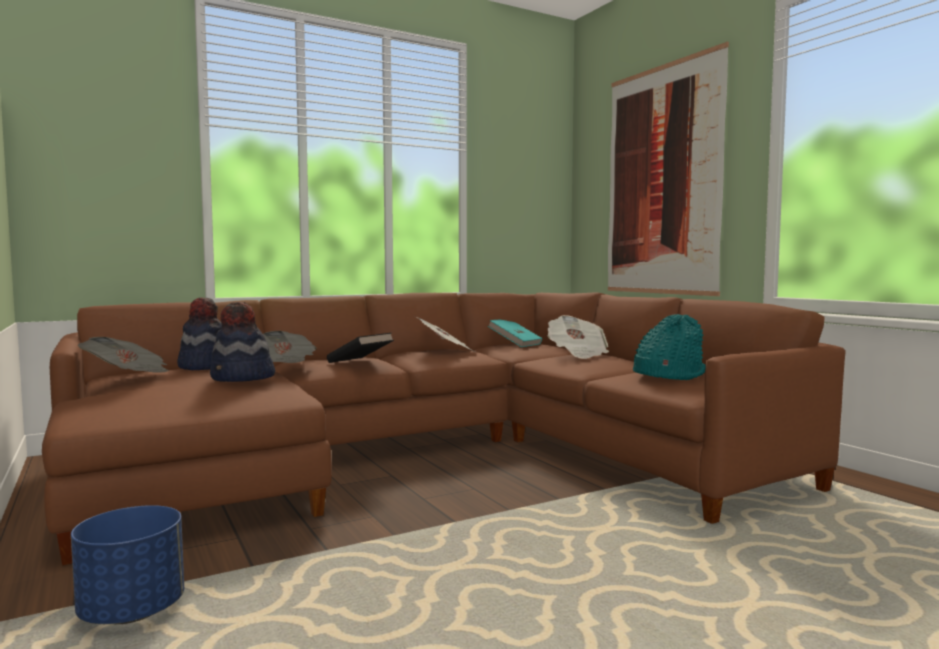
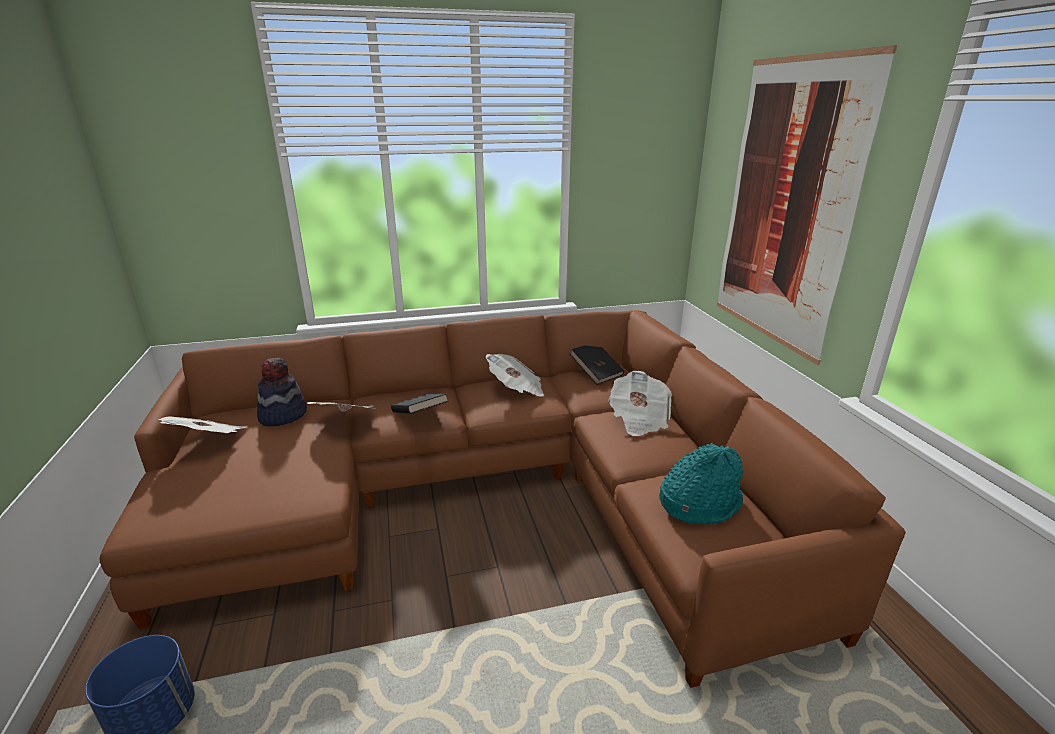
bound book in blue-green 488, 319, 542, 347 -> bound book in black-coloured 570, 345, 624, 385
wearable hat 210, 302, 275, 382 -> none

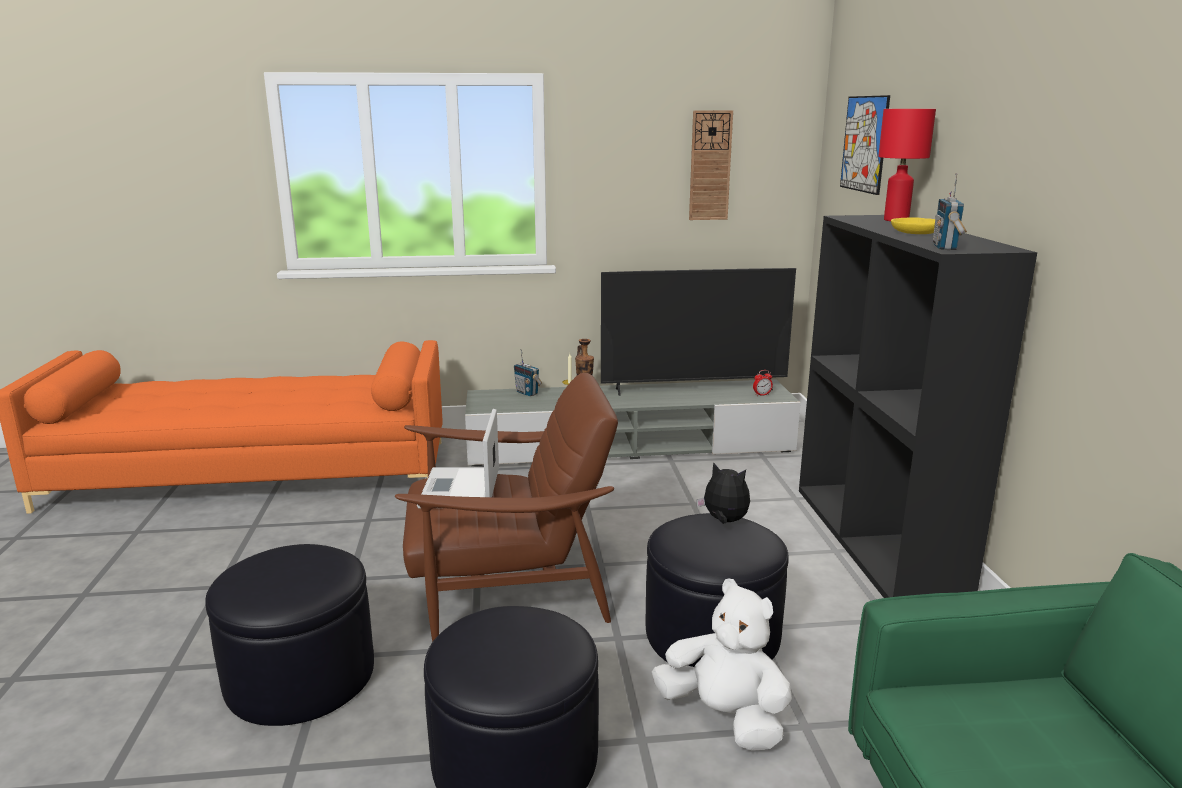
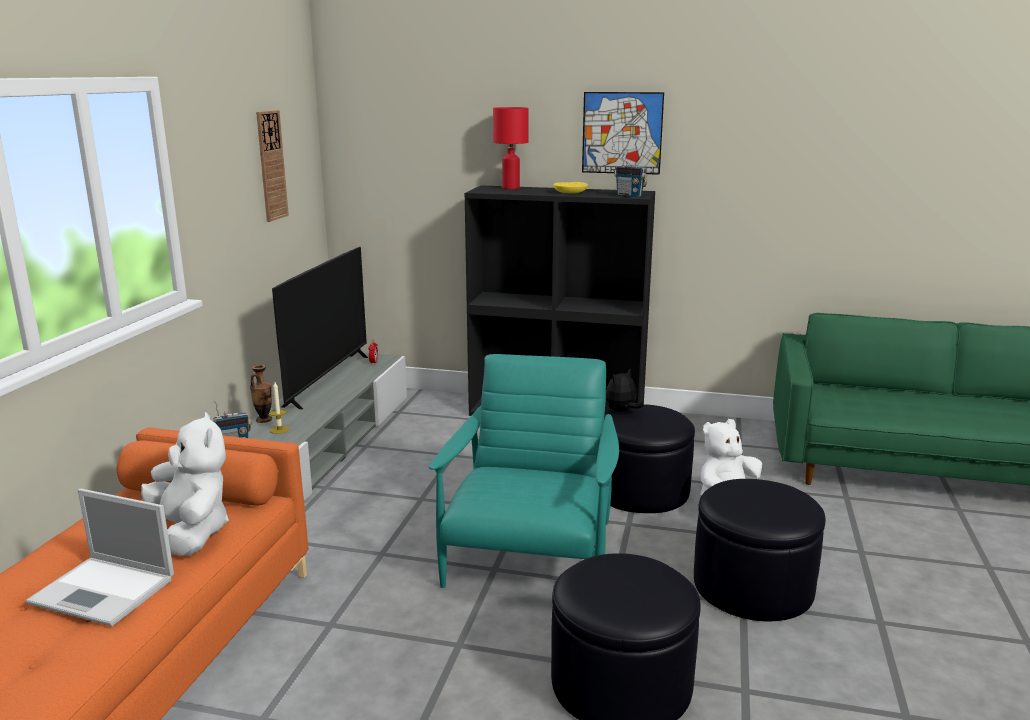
laptop 417, 409, 499, 508 -> laptop 26, 489, 174, 626, move
none -> soft toy in whitish 141, 412, 229, 556
easy chair in brown-coloured 395, 373, 618, 642 -> easy chair in blue-green 429, 354, 619, 588
wall art 840, 95, 890, 195 -> wall art 582, 92, 664, 175, move

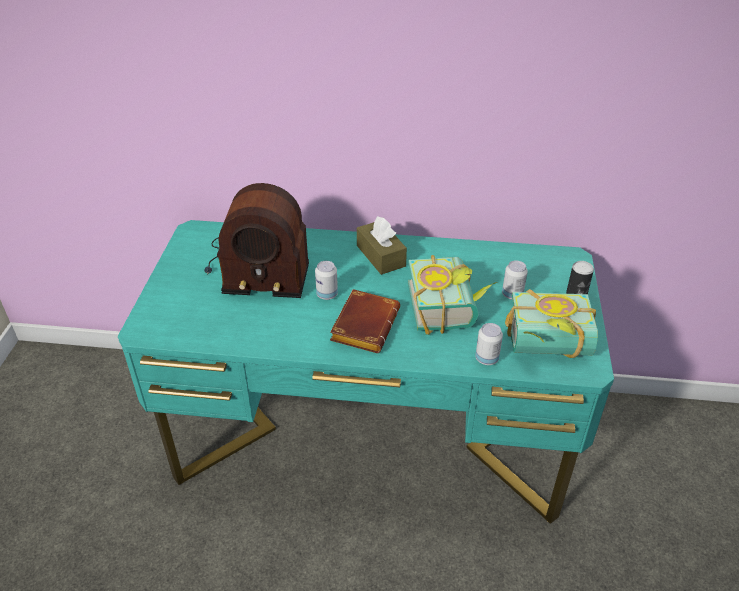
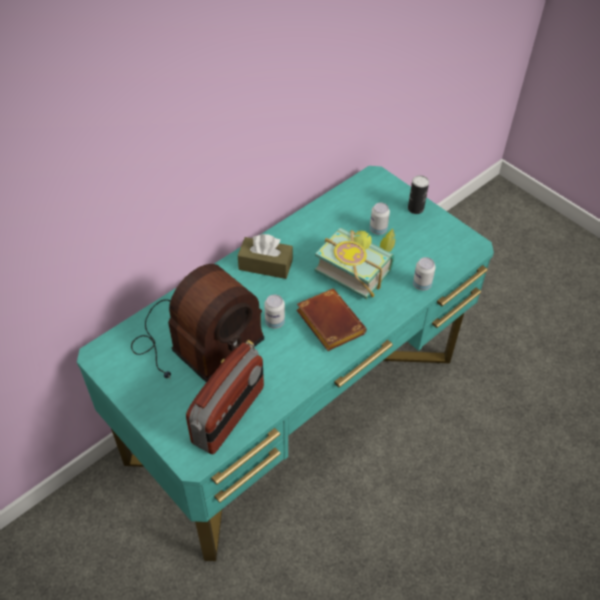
none -> radio set 186, 342, 264, 454
bound book 505, 289, 598, 358 -> none

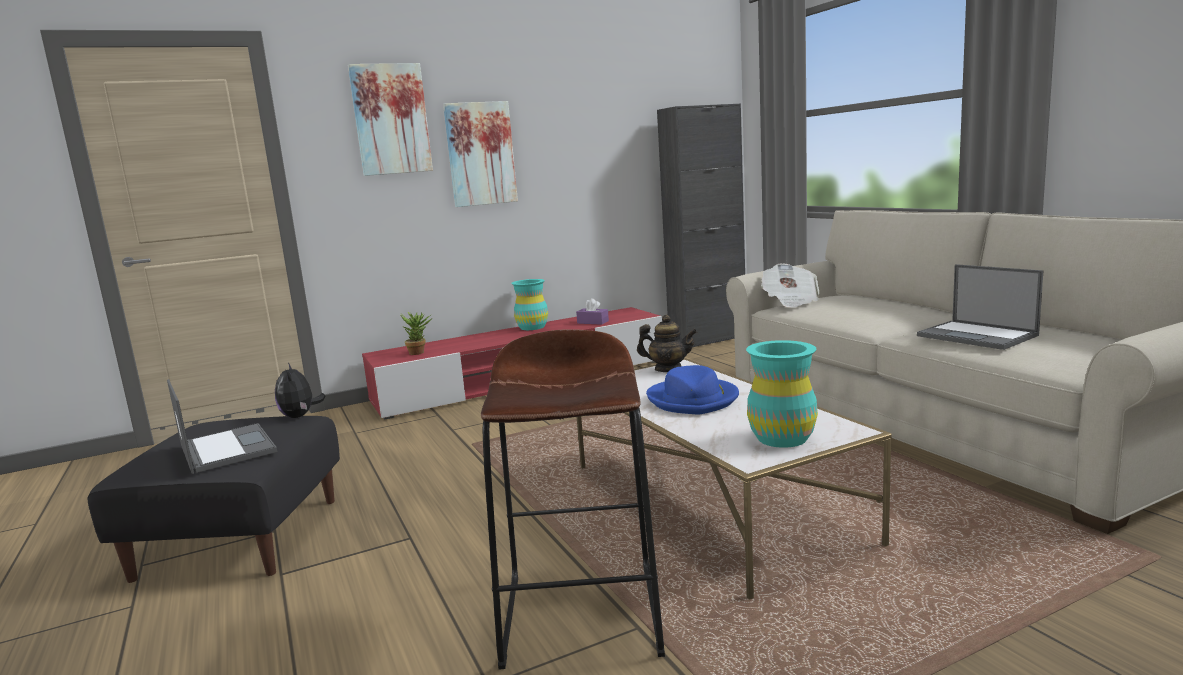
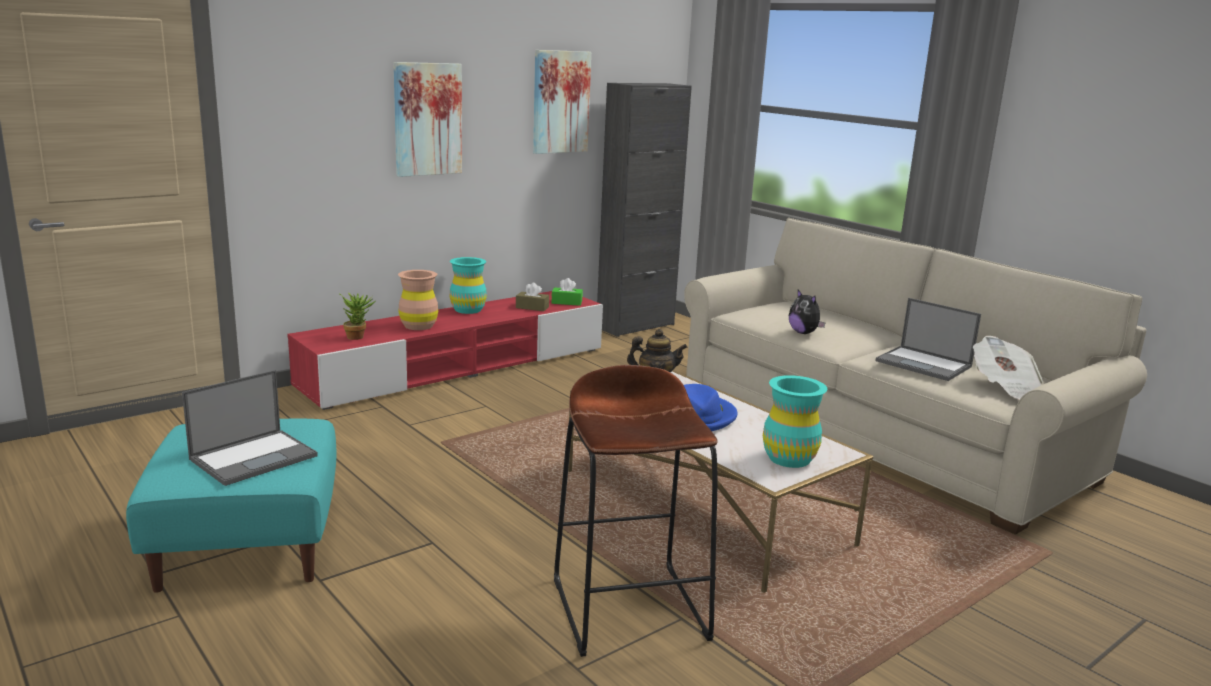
footrest in black-coloured 88, 416, 340, 583 -> footrest in blue-green 126, 419, 336, 593
laptop 167, 379, 277, 474 -> laptop 182, 370, 318, 486, 90 degrees clockwise
none -> flower vase in brown-coloured 398, 270, 438, 330
box of tissues in purplish 576, 298, 609, 325 -> box of tissues in brown-coloured 516, 283, 549, 311
wall art 348, 63, 433, 176 -> wall art 533, 50, 591, 154, move
none -> box of tissues in greenish 551, 278, 583, 306
soft toy 275, 363, 326, 418 -> soft toy 789, 290, 825, 334, move
newspaper 761, 264, 819, 308 -> newspaper 973, 336, 1043, 400, move

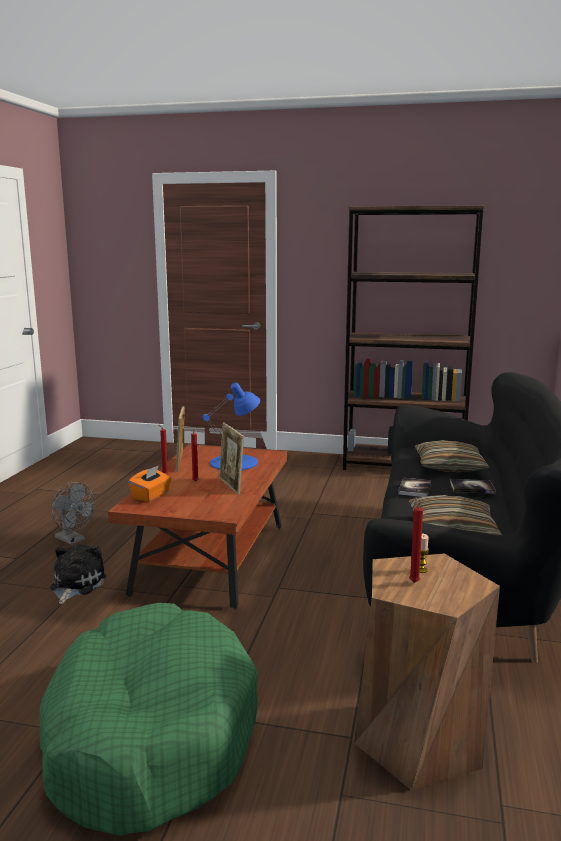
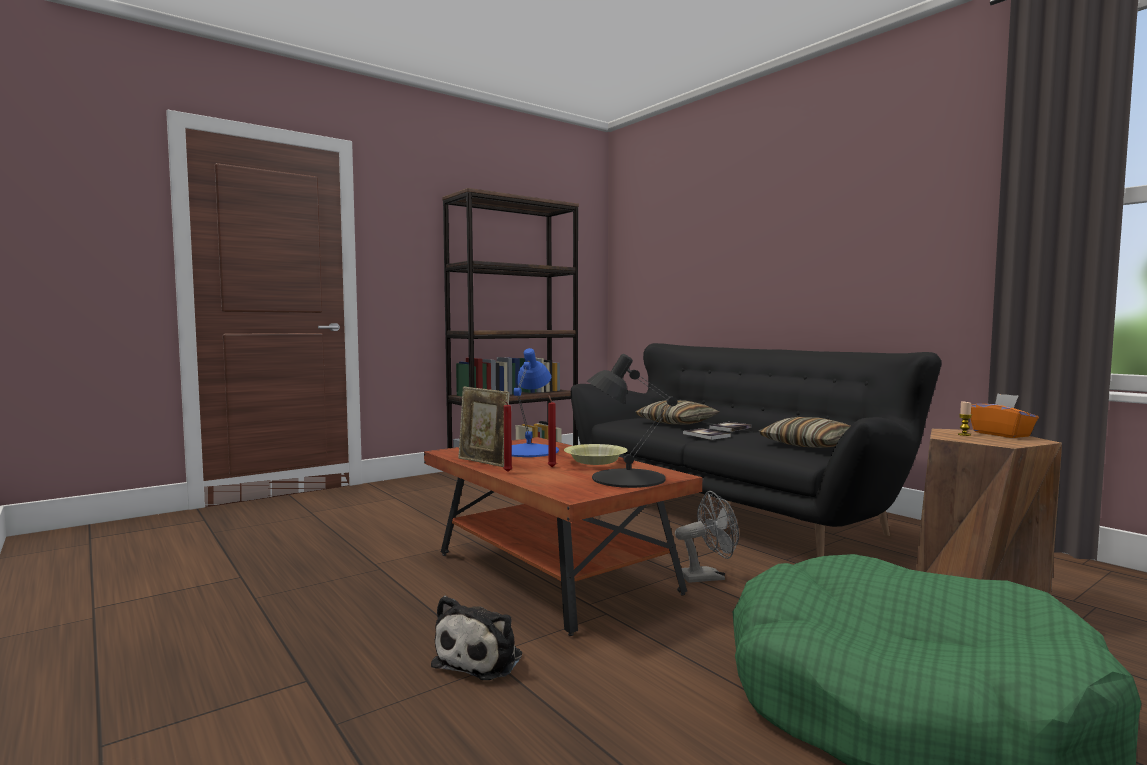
soft toy 50, 544, 106, 604 -> soft toy 431, 596, 522, 680, 120 degrees counterclockwise
standing frame 219, 423, 244, 495 -> serving bowl in yellow 564, 444, 628, 465
none -> lamp for a table in black-coloured 587, 354, 677, 488
cooling fan in gray 51, 482, 94, 545 -> cooling fan in gray 675, 491, 739, 583, move
box of tissues in orange 128, 465, 172, 502 -> box of tissues in orange 971, 393, 1039, 438, move
wax candle in red 409, 497, 423, 583 -> none

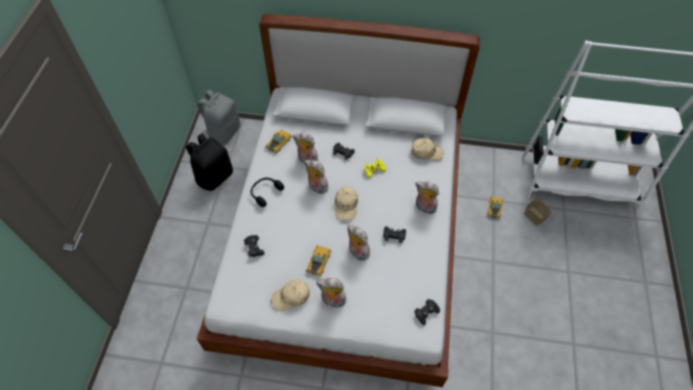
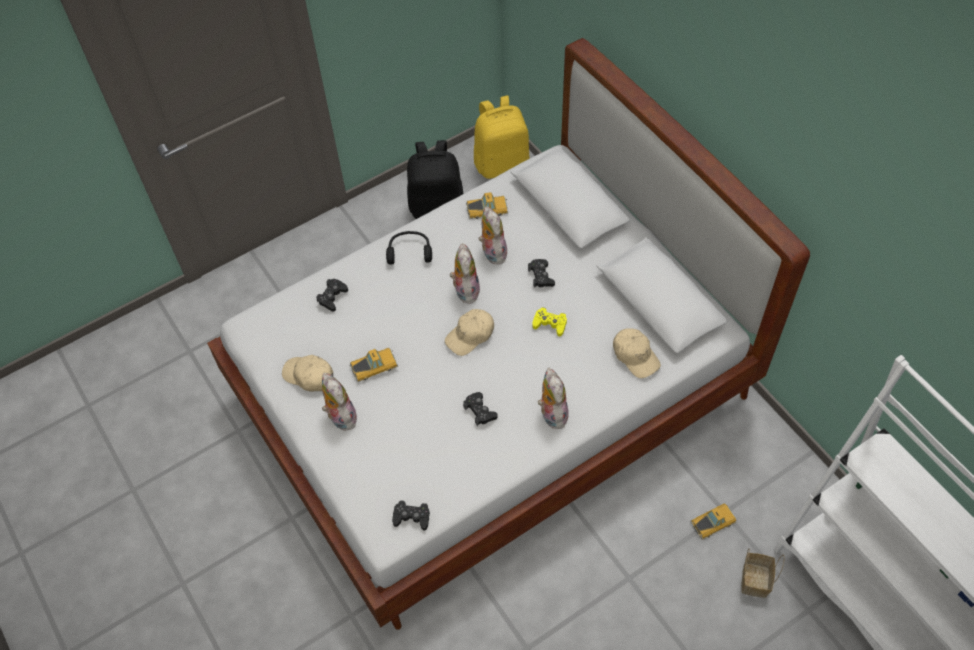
knapsack in gray 197, 90, 240, 145 -> knapsack in yellow 474, 96, 530, 179
soft toy 347, 225, 370, 261 -> none

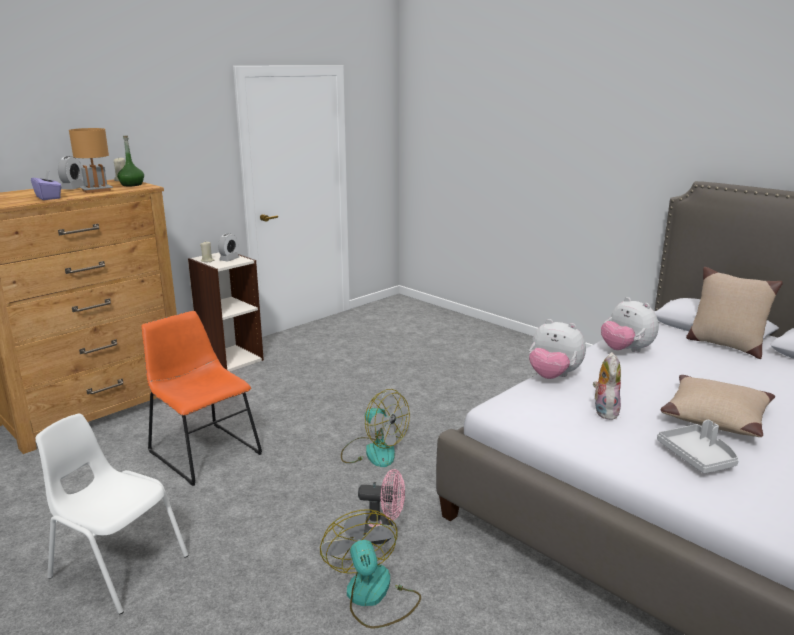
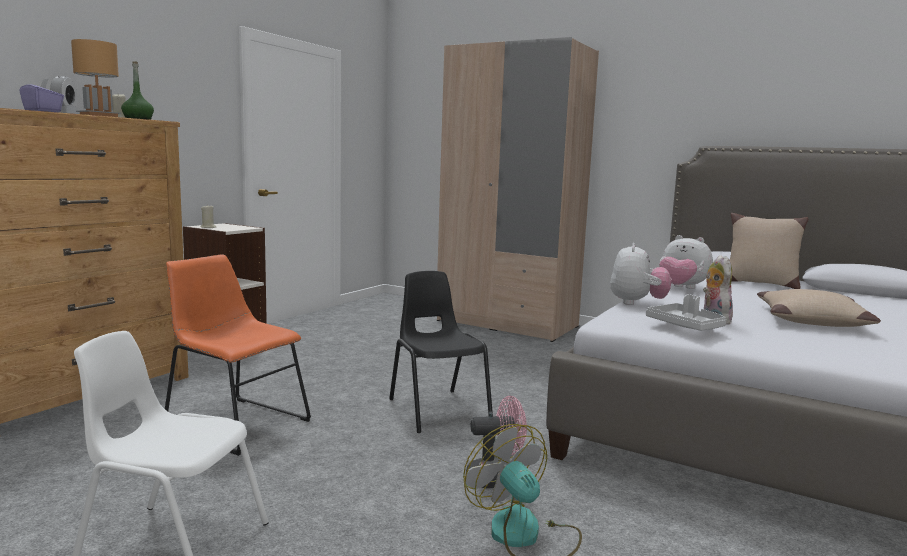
cooling fan 341, 389, 410, 467 -> plain chair in black-coloured 389, 271, 493, 433
none -> armoire in beige 437, 37, 599, 342
soft toy 529, 319, 586, 379 -> soft toy 610, 243, 671, 305, 90 degrees counterclockwise
tray in gray 657, 420, 739, 474 -> tray in gray 646, 294, 726, 331, move
table clock 218, 233, 239, 262 -> none

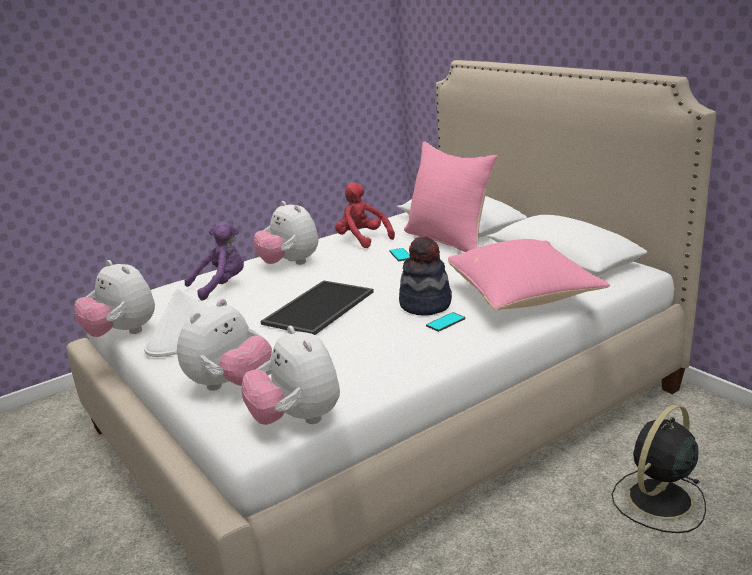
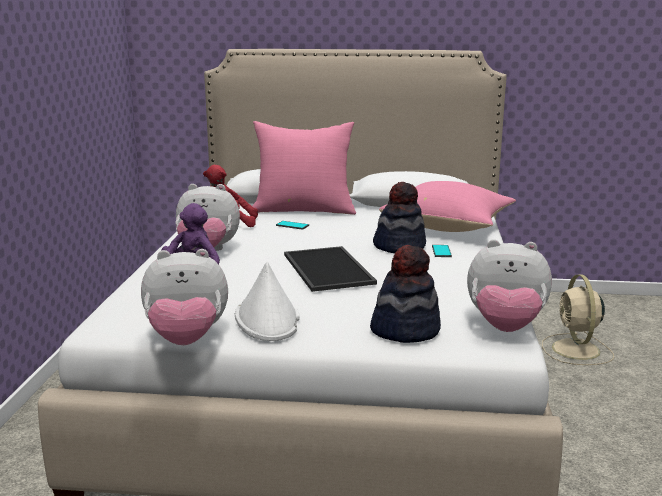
soft toy 177, 299, 272, 391 -> wearable hat 370, 245, 441, 343
cooling fan in black-coloured 612, 404, 706, 533 -> cooling fan in beige 542, 274, 614, 365

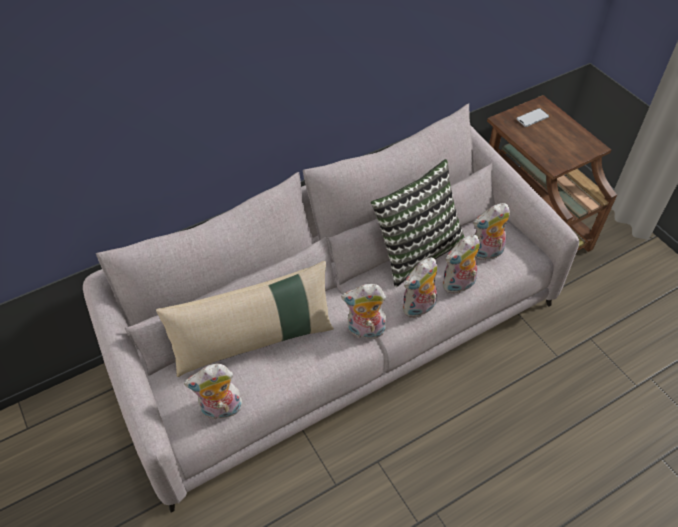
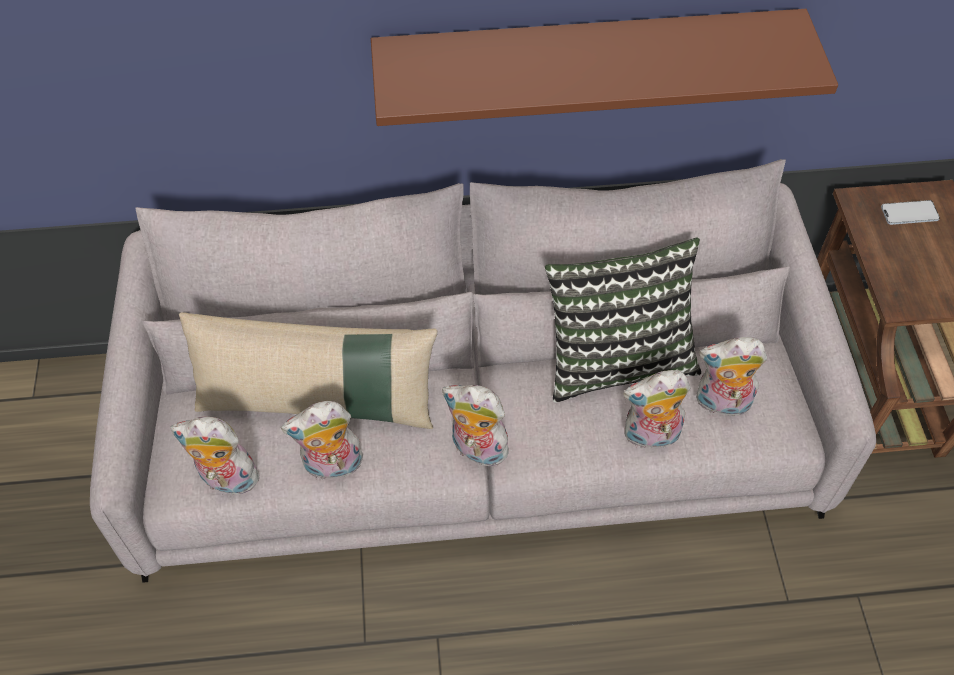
soft toy 403, 257, 437, 318 -> soft toy 281, 401, 363, 480, move
none -> shelf in brown-coloured 371, 9, 838, 126

